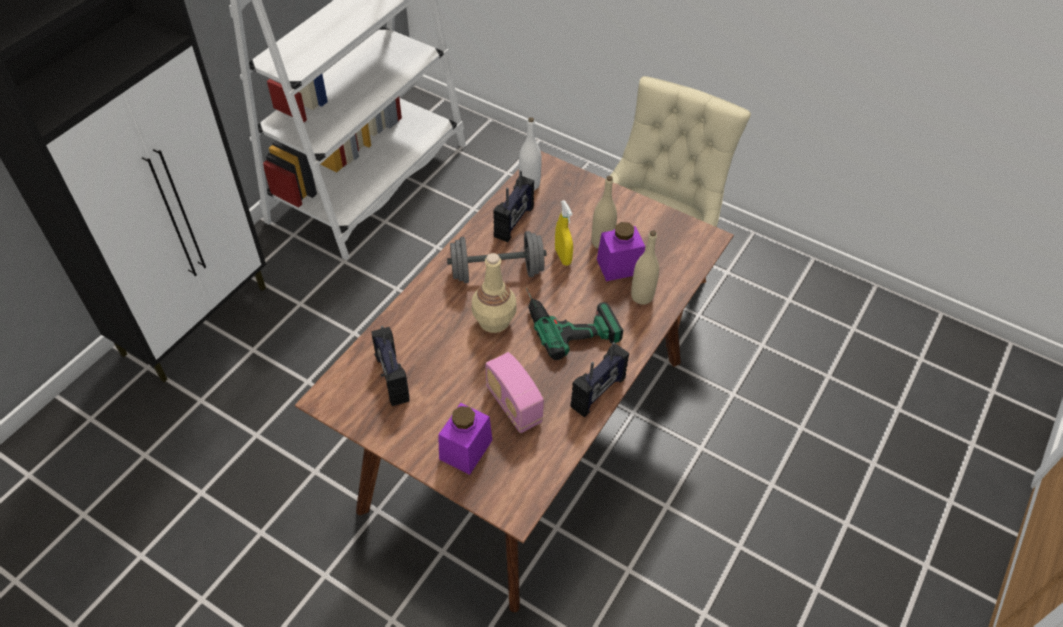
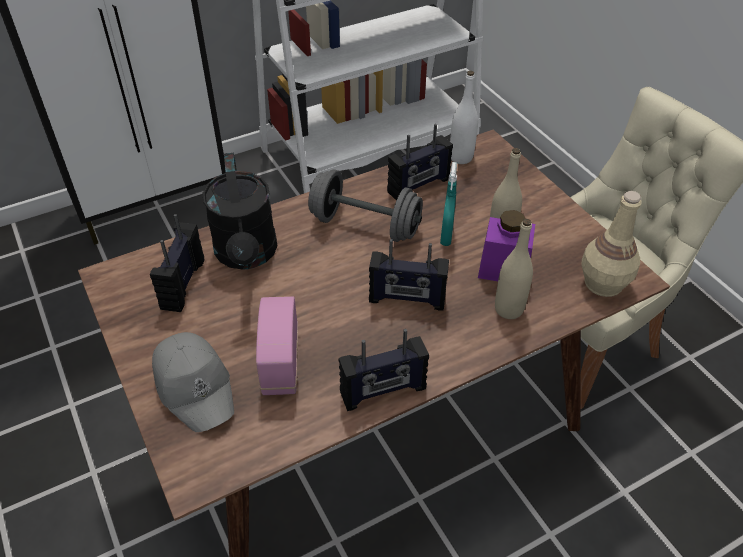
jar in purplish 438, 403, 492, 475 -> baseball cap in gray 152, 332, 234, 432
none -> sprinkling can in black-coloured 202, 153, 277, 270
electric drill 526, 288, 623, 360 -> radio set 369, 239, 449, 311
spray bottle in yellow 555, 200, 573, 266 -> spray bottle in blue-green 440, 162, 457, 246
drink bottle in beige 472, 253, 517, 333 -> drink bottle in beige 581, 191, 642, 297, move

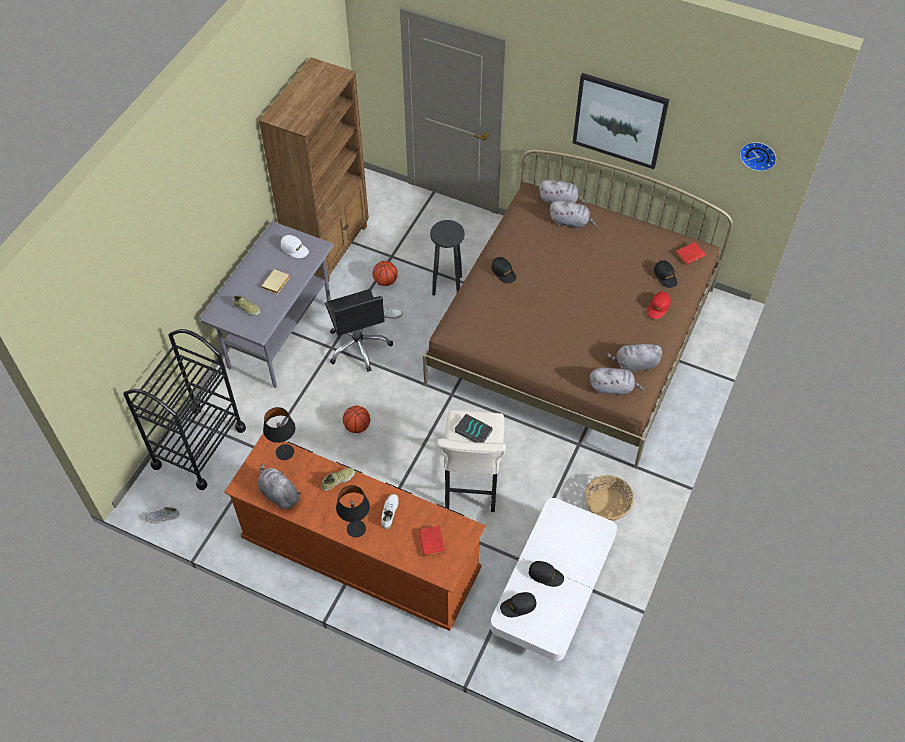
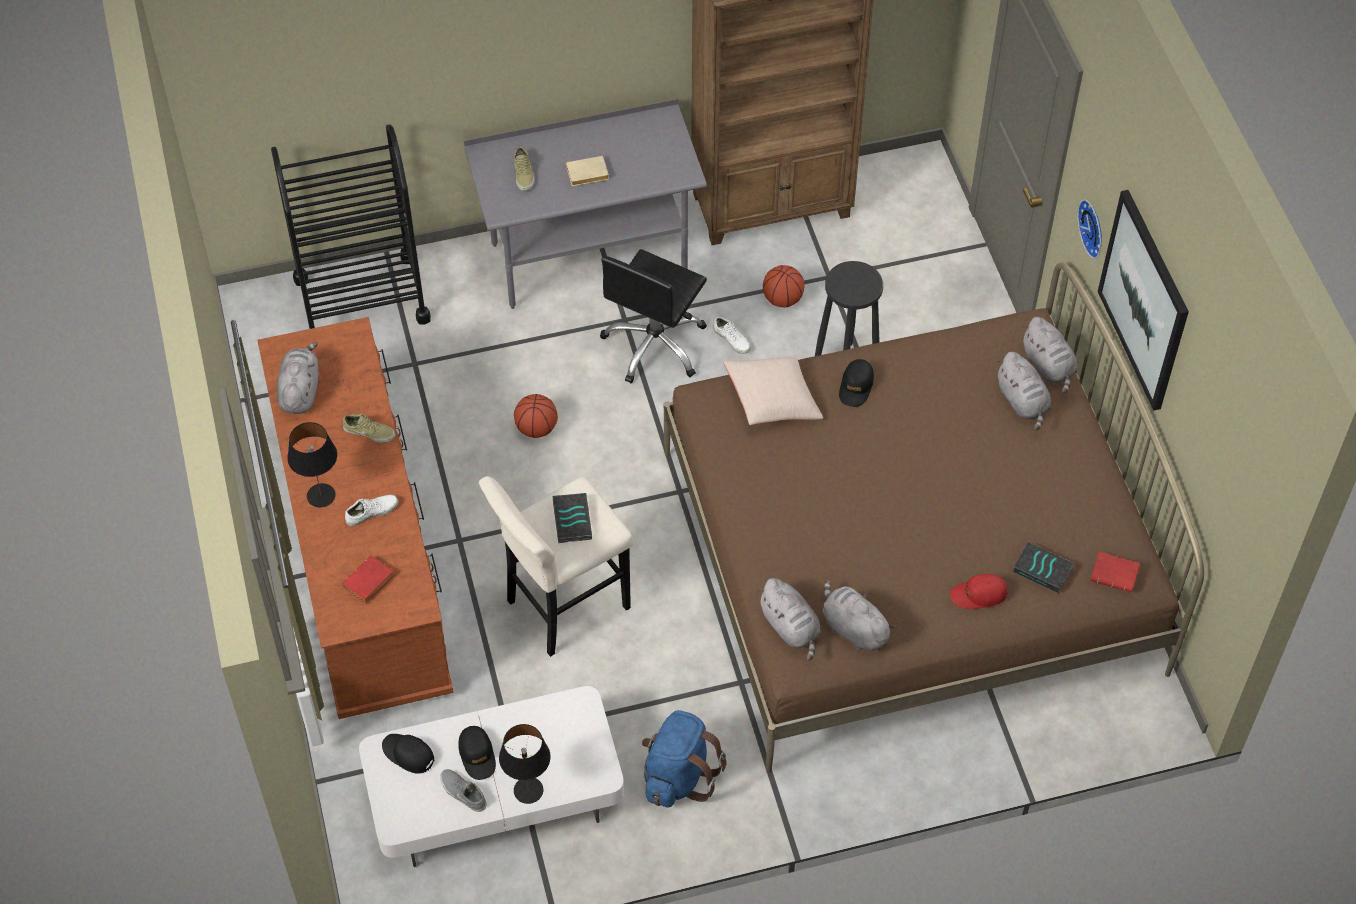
low shoe in gray 145, 507, 180, 523 -> low shoe in gray 440, 769, 487, 812, move
lamp for a table in black-coloured 263, 407, 295, 460 -> lamp for a table in black-coloured 499, 724, 551, 804, move
basket 585, 475, 634, 521 -> knapsack in blue-coloured 642, 710, 727, 807
none -> throw pillow in beige 723, 356, 823, 425
baseball cap in black-coloured 654, 260, 677, 288 -> bound book 1013, 542, 1075, 593
wall clock 740, 142, 776, 171 -> wall clock 1077, 200, 1102, 259, move
baseball cap in whitish 281, 235, 309, 258 -> none

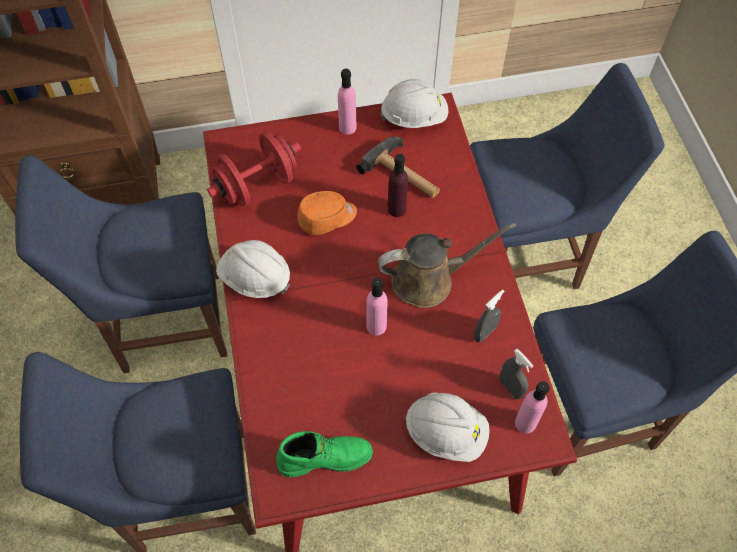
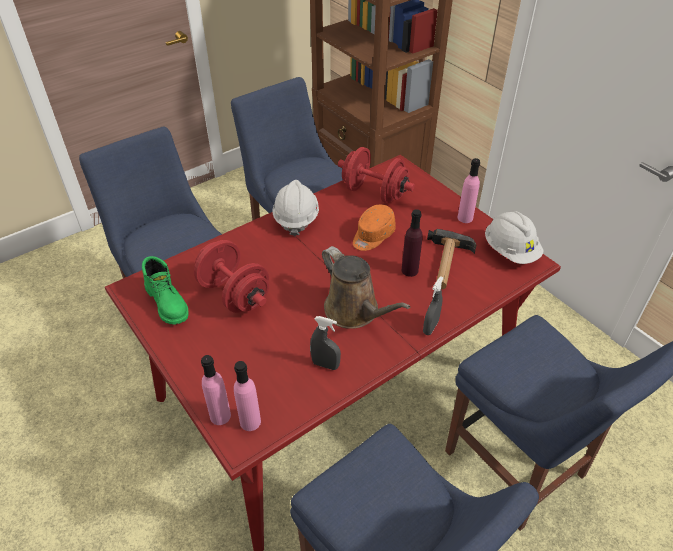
none -> hand weight in red 194, 240, 269, 313
drink bottle in pinkish 366, 277, 388, 336 -> drink bottle in pinkish 201, 355, 231, 425, move
baseball cap in orange 298, 191, 357, 235 -> baseball cap in orange 353, 205, 396, 251, 90 degrees clockwise
spray bottle in gray 500, 349, 534, 399 -> spray bottle in gray 423, 276, 444, 335, move
safety helmet in whitish 405, 393, 490, 462 -> none

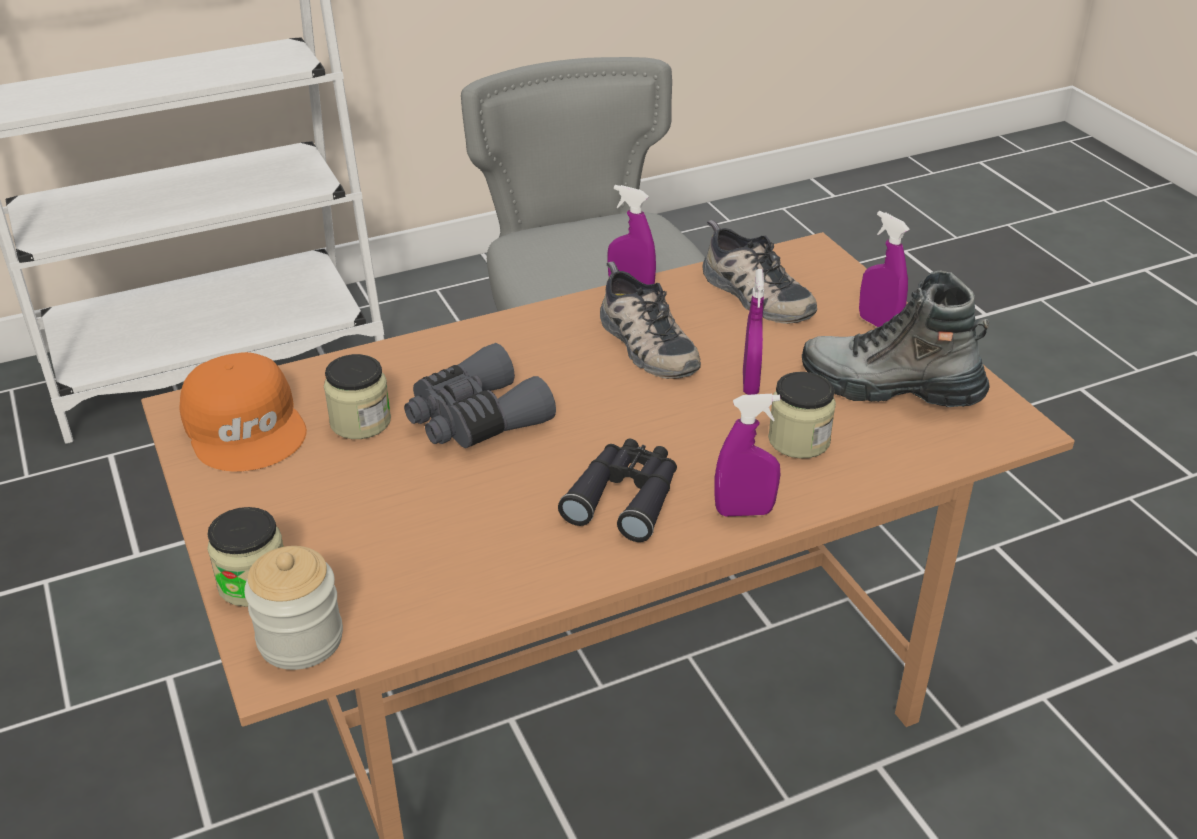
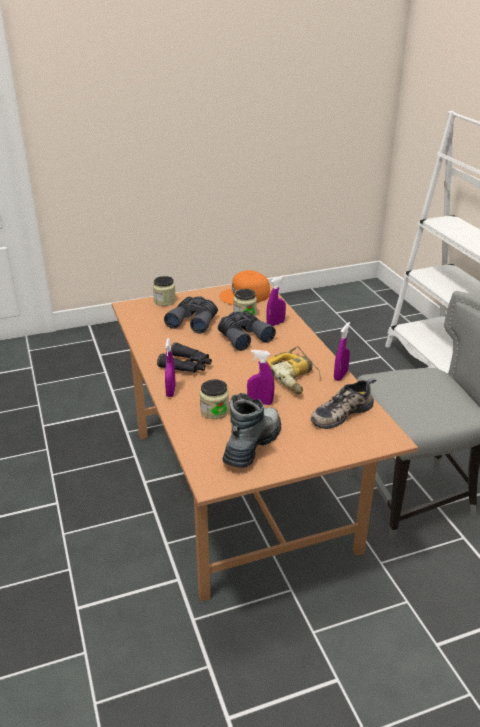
none -> pair of binoculars in gray 164, 296, 218, 334
spray bottle in purplish 859, 211, 910, 327 -> spray bottle in purplish 266, 276, 286, 326, move
low shoe 600, 261, 701, 379 -> electric drill 267, 346, 321, 394
jar 244, 546, 343, 670 -> none

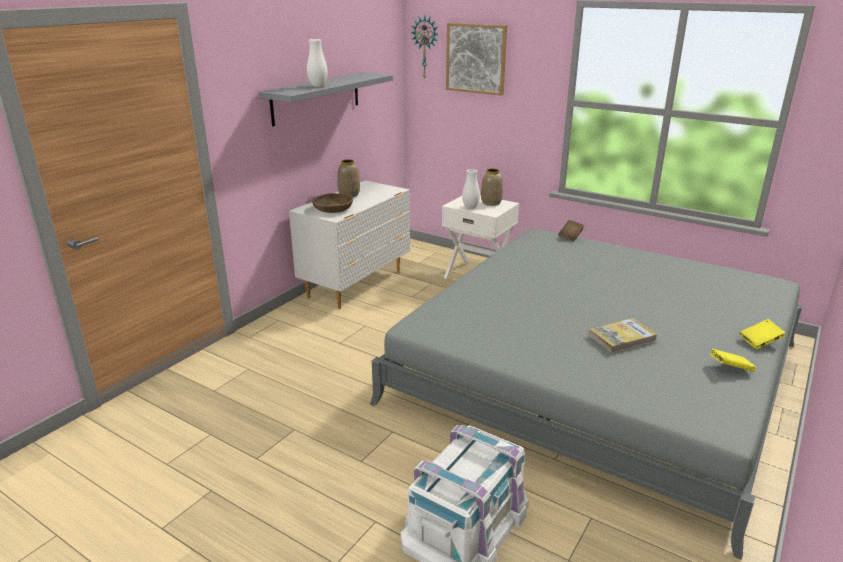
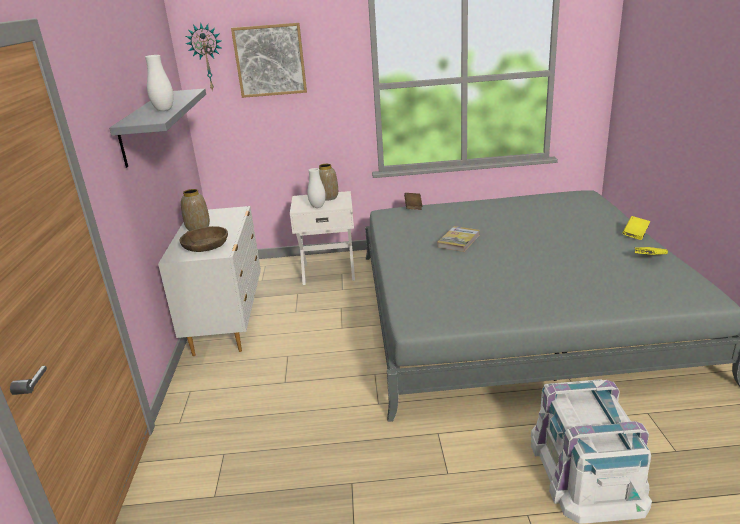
bound book 588, 318, 658, 353 -> bound book 437, 226, 480, 252, move

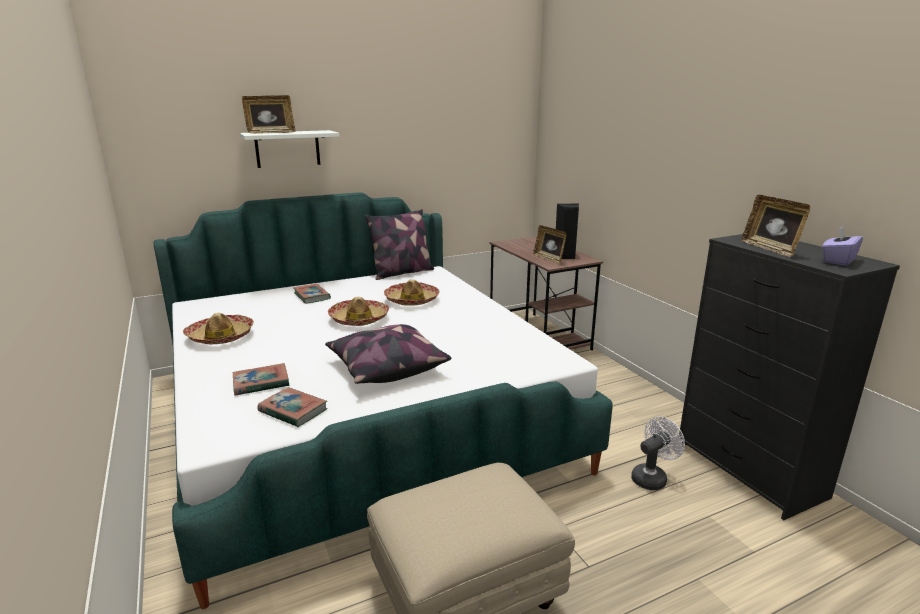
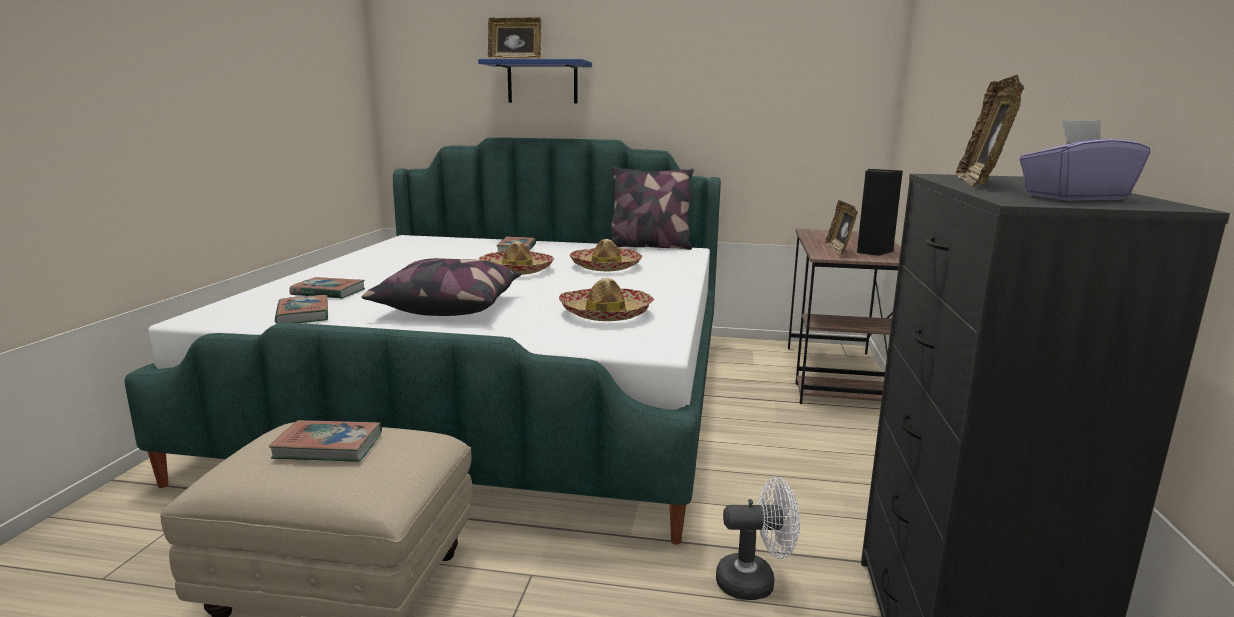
none -> bound book 269, 420, 382, 462
shelf in whitish 240, 130, 340, 168 -> shelf in blue-coloured 478, 59, 592, 103
wearable hat 183, 313, 254, 344 -> wearable hat 559, 278, 654, 321, move

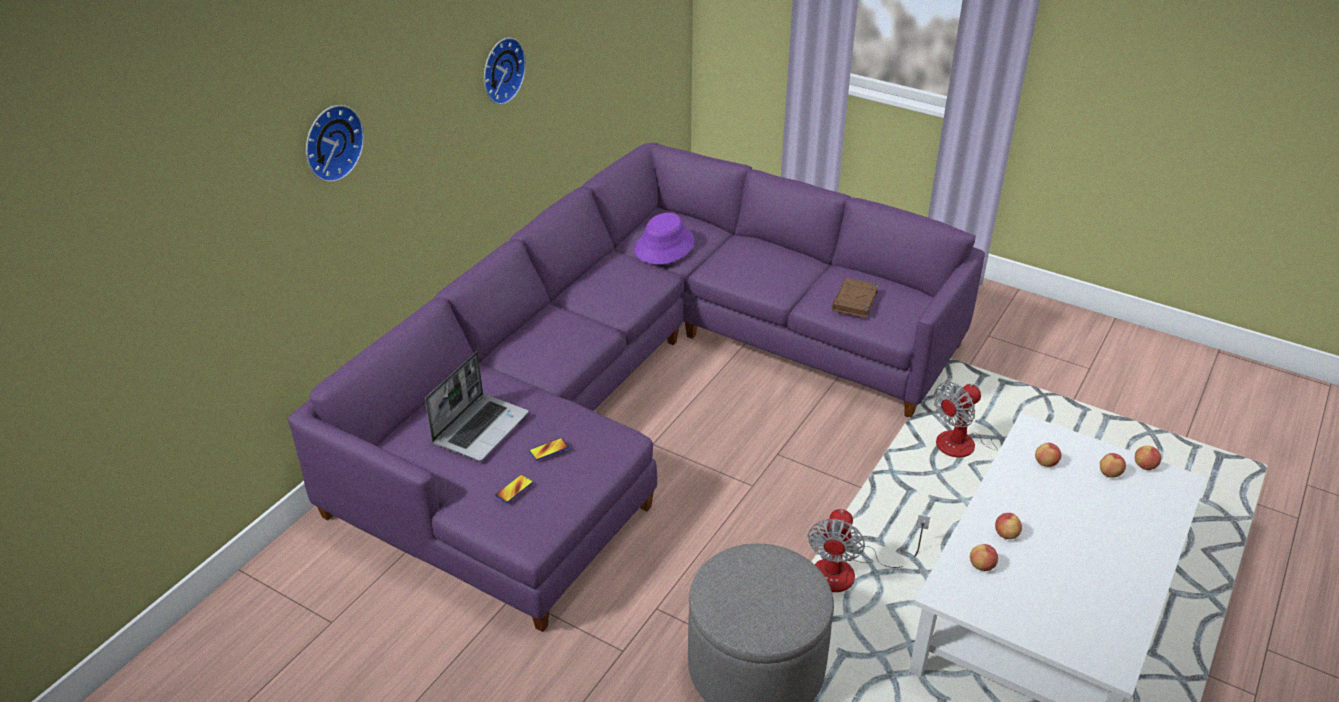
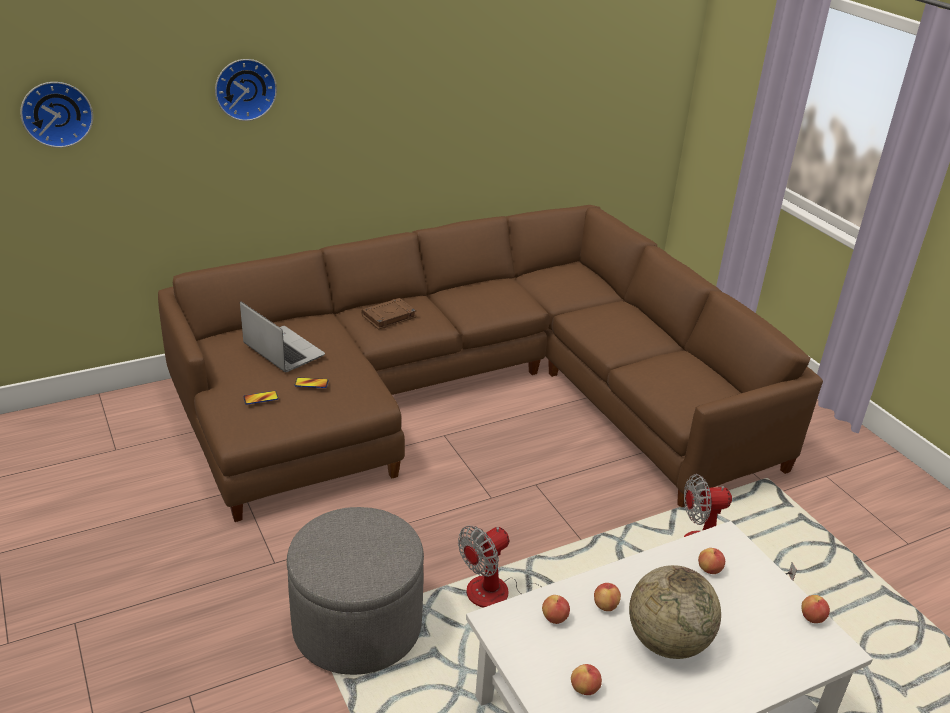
wall clock 484, 37, 526, 105 -> wall clock 20, 82, 93, 148, move
couch in purplish 288, 143, 985, 632 -> couch in brown-coloured 158, 205, 823, 522
laptop 425, 351, 529, 461 -> laptop 240, 301, 325, 372, 105 degrees counterclockwise
bound book in brown-coloured 832, 278, 879, 318 -> bound book in brown-coloured 361, 298, 416, 330, move
apple fruit 1100, 453, 1126, 478 -> apple fruit 571, 664, 602, 695, move
none -> desk globe 629, 565, 721, 659
wearable hat in purplish 635, 213, 695, 265 -> none

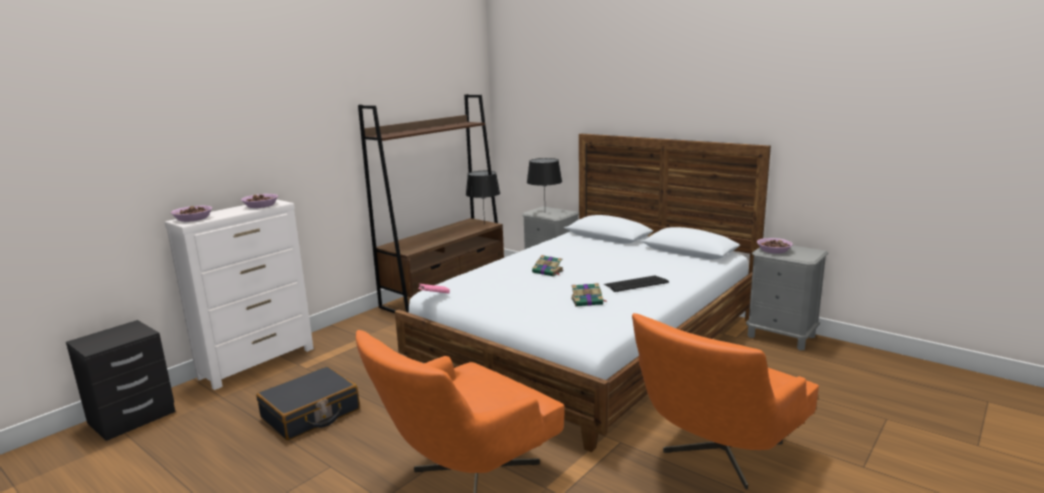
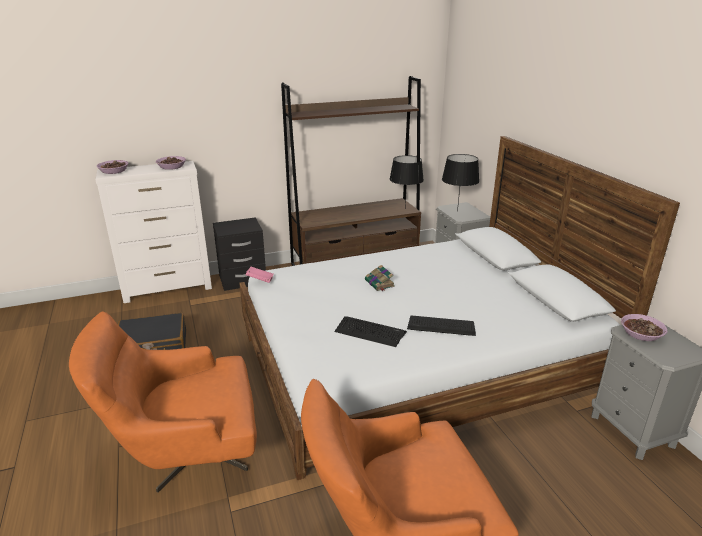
night table in black-coloured 66, 320, 176, 441 -> night table in black-coloured 213, 217, 266, 291, move
bound book 571, 283, 608, 307 -> keyboard 335, 316, 407, 347

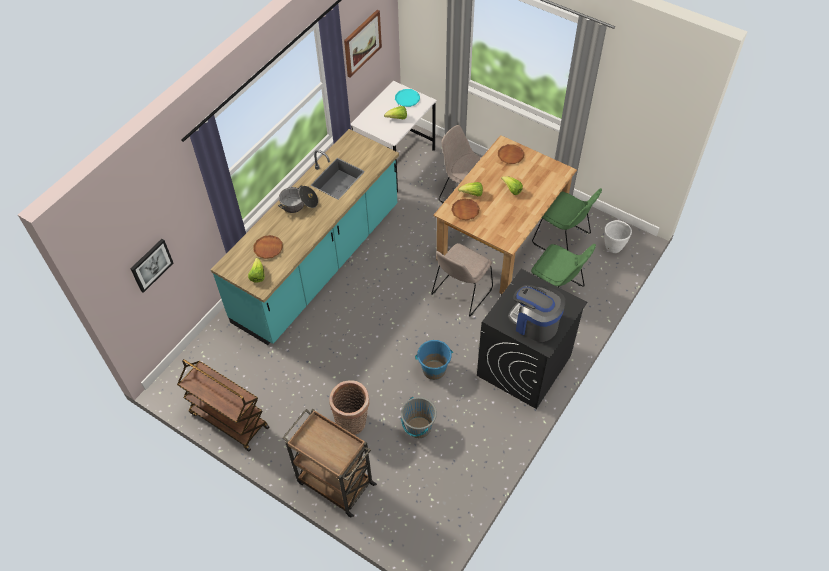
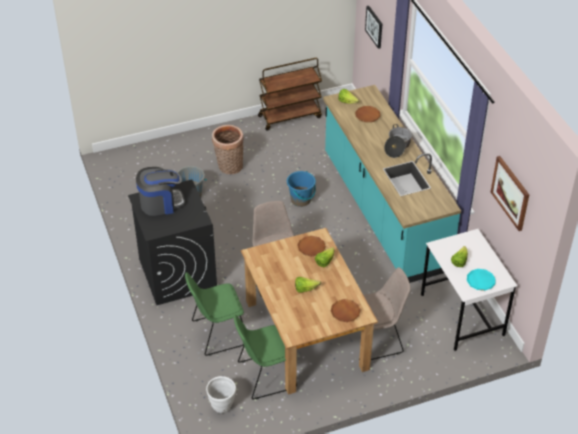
bucket in blue-coloured 415, 340, 453, 380 -> bucket in blue-coloured 287, 171, 316, 207, move
cart in brown-coloured 282, 409, 377, 517 -> none

